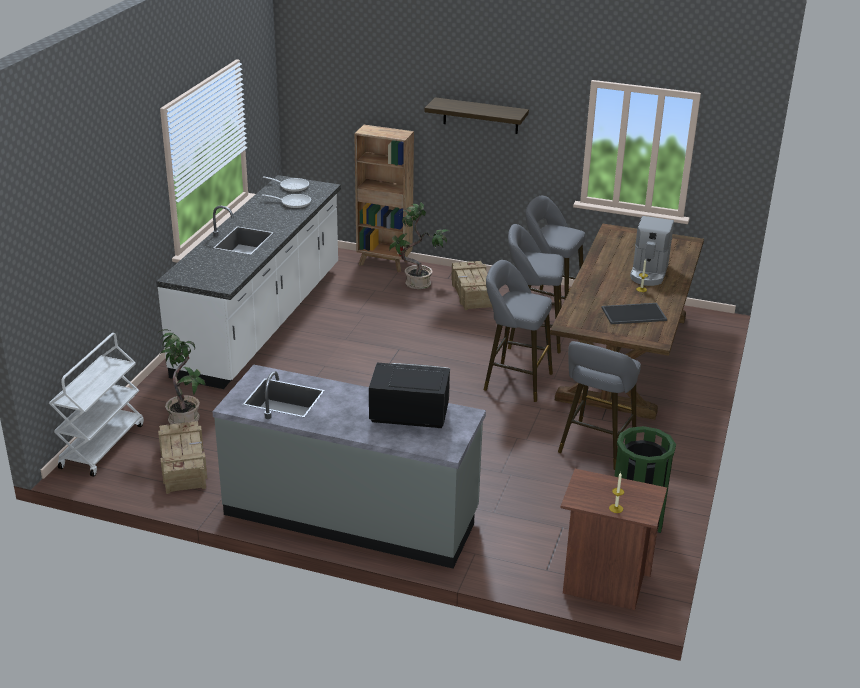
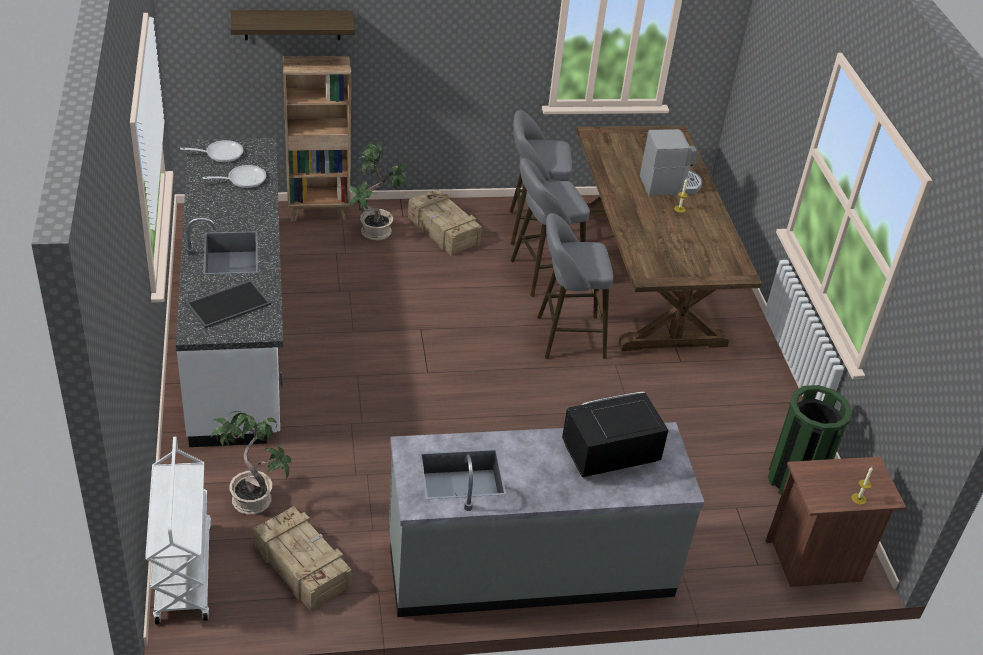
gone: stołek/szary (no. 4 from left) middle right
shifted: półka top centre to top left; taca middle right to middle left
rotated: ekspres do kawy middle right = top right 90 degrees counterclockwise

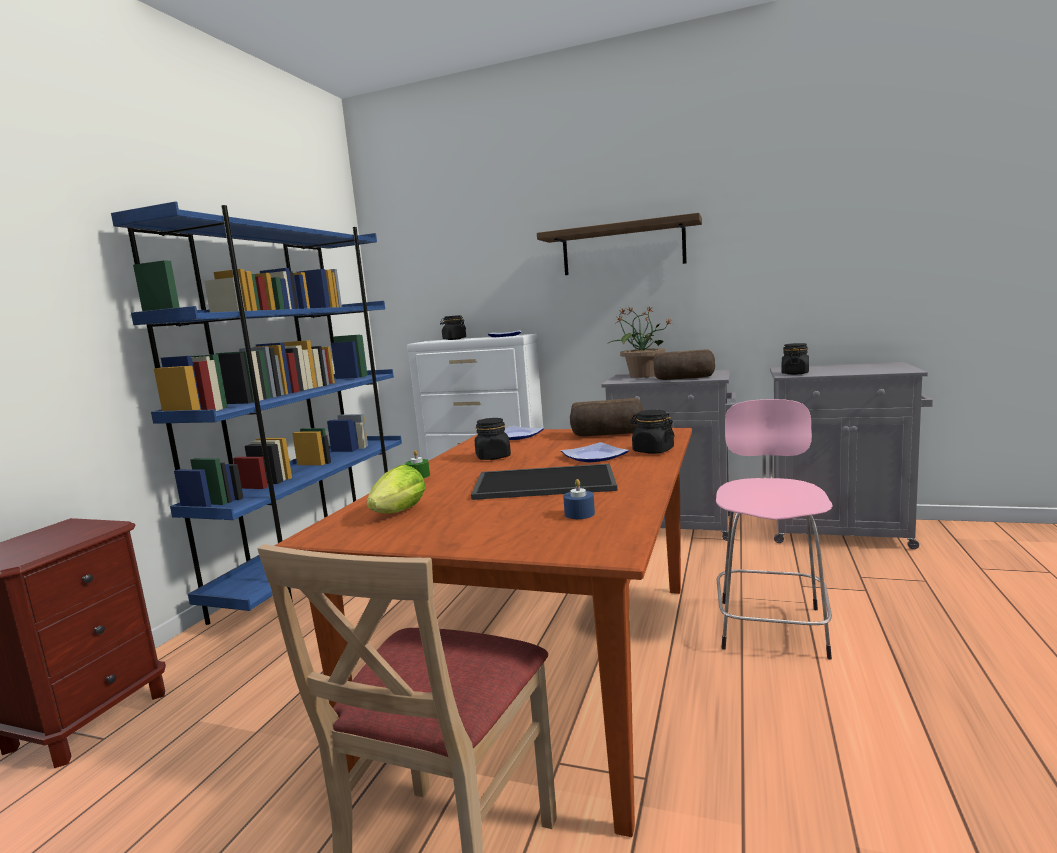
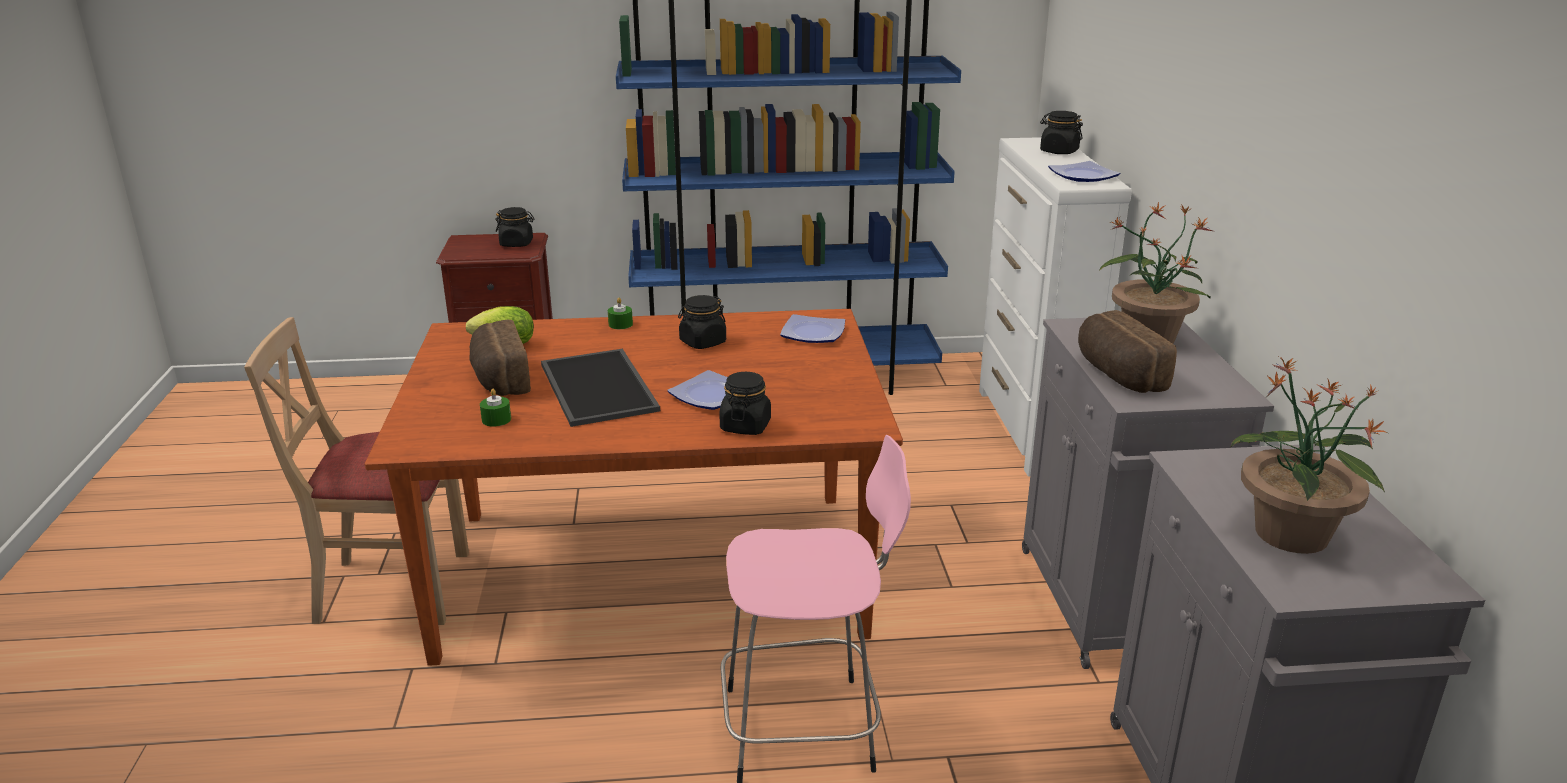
gone: półka top centre
new: roślina doniczkowa (no. 2 from left) middle right
shifted: słoik/czarny (no. 4 from left in the first image) middle right to słoik/czarny (no. 1 from left) top left; chleb (no. 1 from left) centre to middle left
repainted: świeca/niebieski centre to świeca/zielony (no. 1 from left) middle left

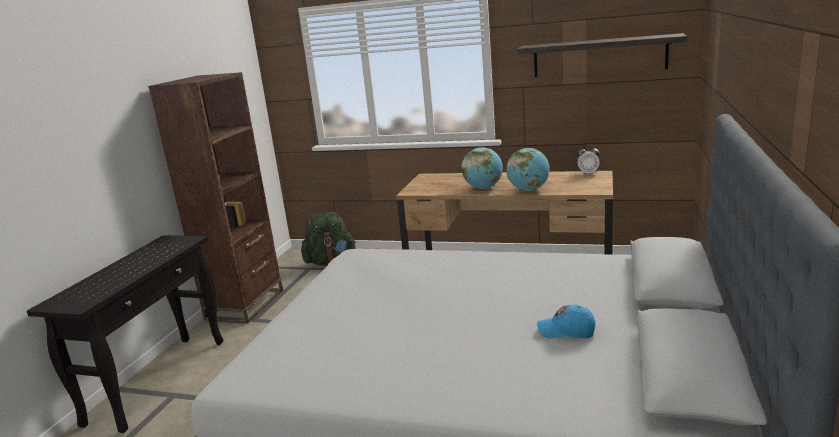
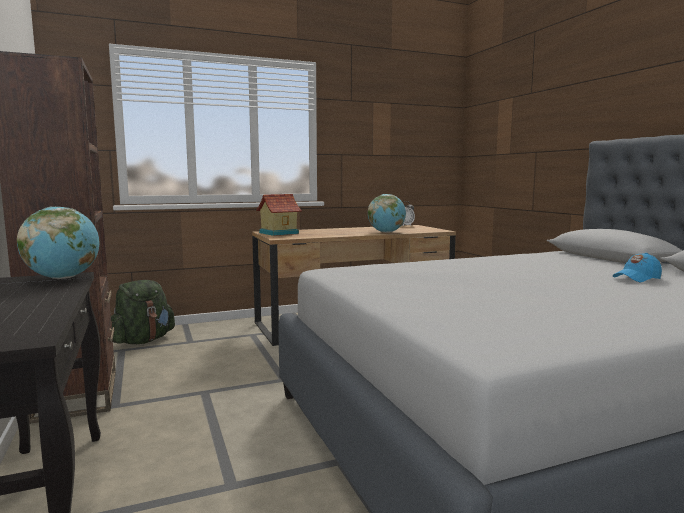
gone: półka top right
new: domek centre
shifted: globus (no. 1 from left) centre to middle left

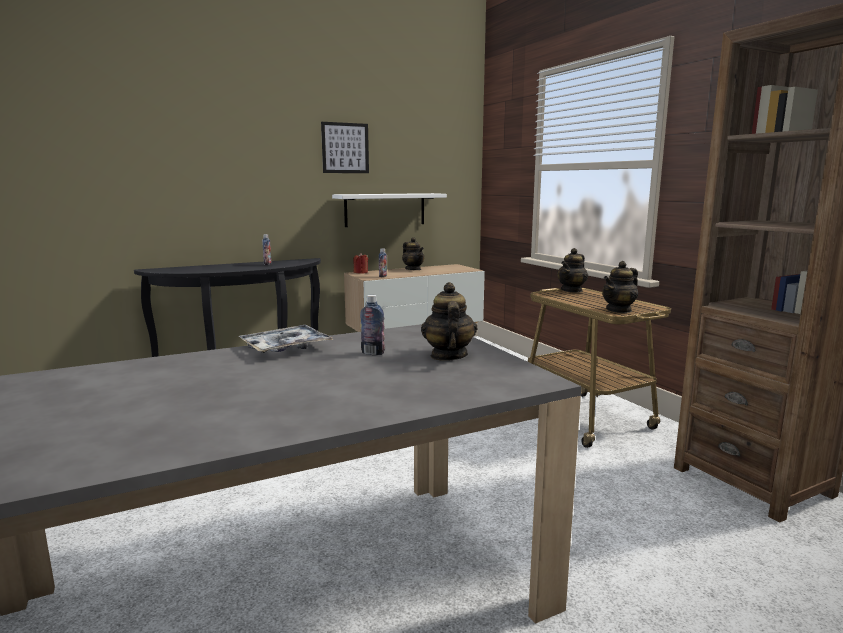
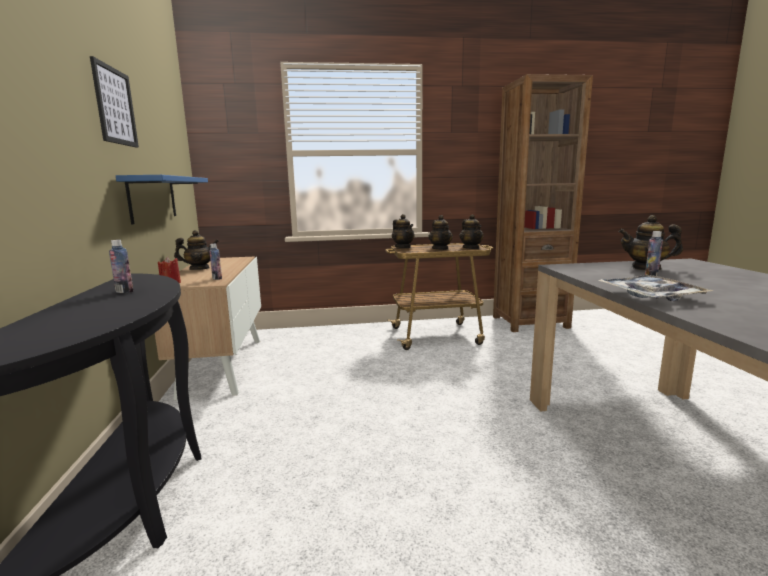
new: imbryk (no. 3 from left) centre
repainted: półka/biały top centre to półka/niebieski middle left

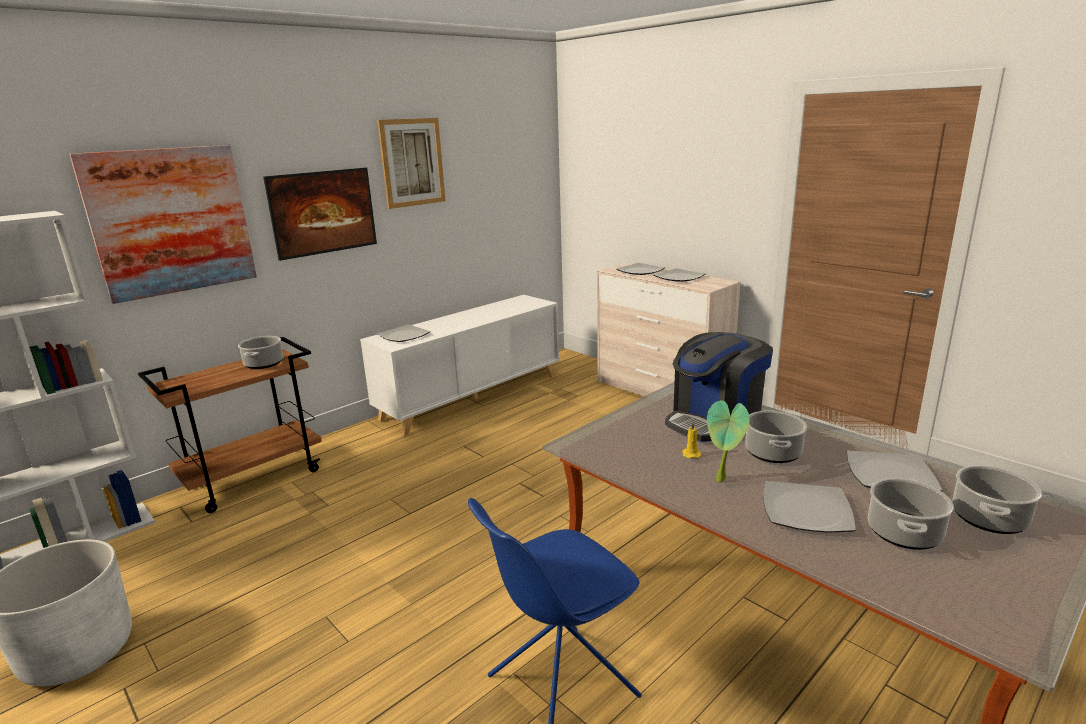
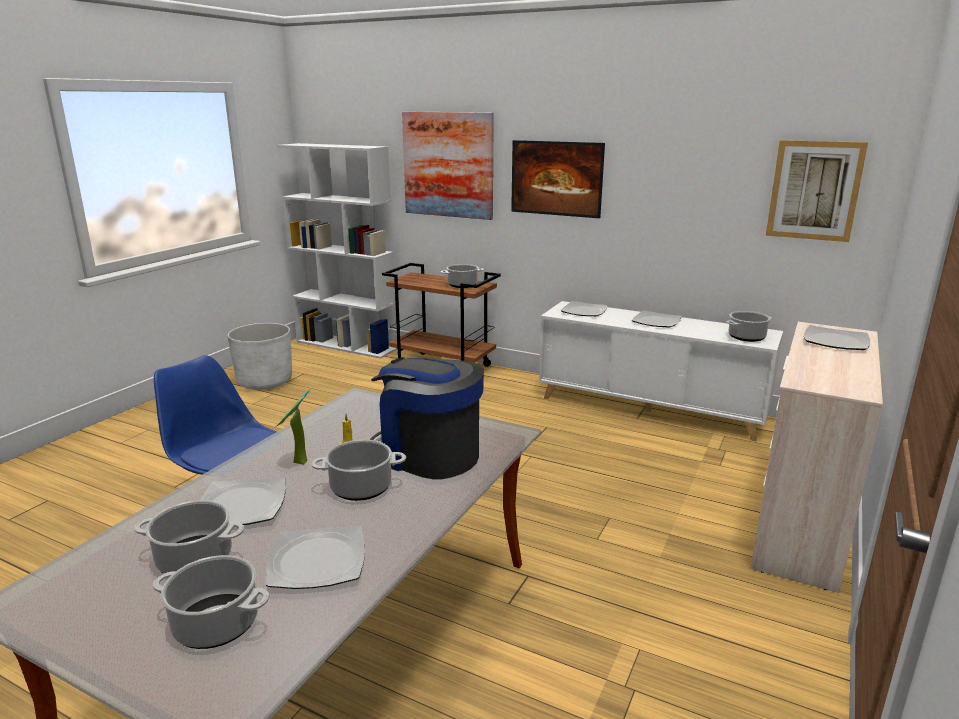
new: garnek (no. 5 from left) middle right
shifted: obraz (no. 3 from left) top centre to top right; talerz (no. 3 from left in the first image) centre to talerz (no. 4 from left) middle right

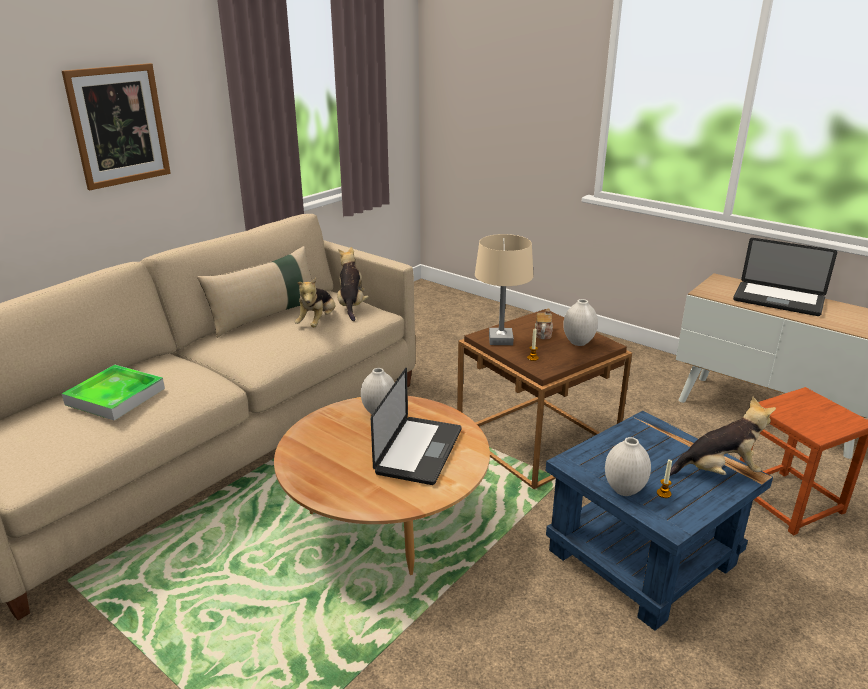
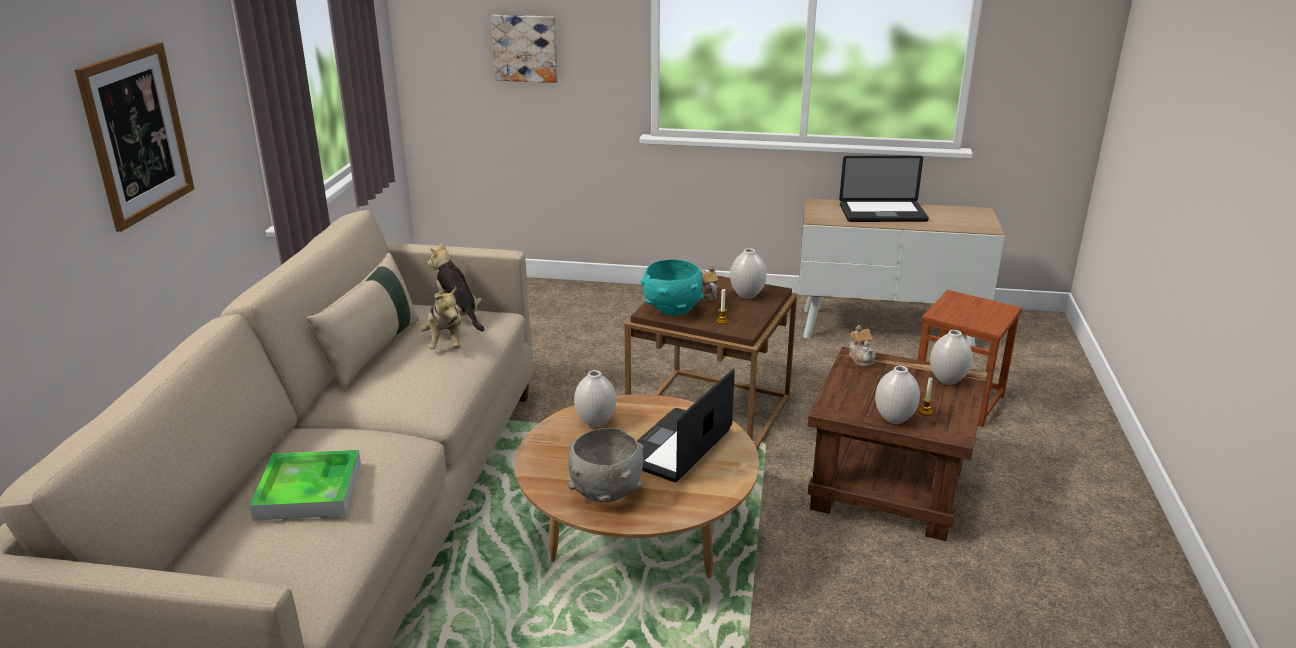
new: obraz (no. 2 from left) top centre; imbryk (no. 2 from left) centre; miska/szary bottom centre
swapped: lampa stołowa/beżowy centre to miska/turkusowy centre; pluszak (no. 3 from left) middle right to wazon/biały (no. 4 from left) middle right
repainted: stolik/niebieski bottom right to stolik/brązowy (no. 2 from left) bottom right
rotated: laptop (no. 1 from left) centre = centre 135 degrees counterclockwise

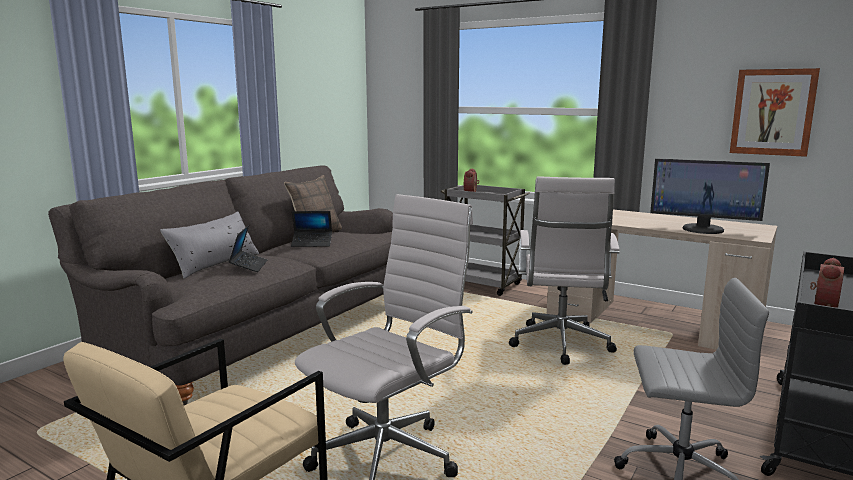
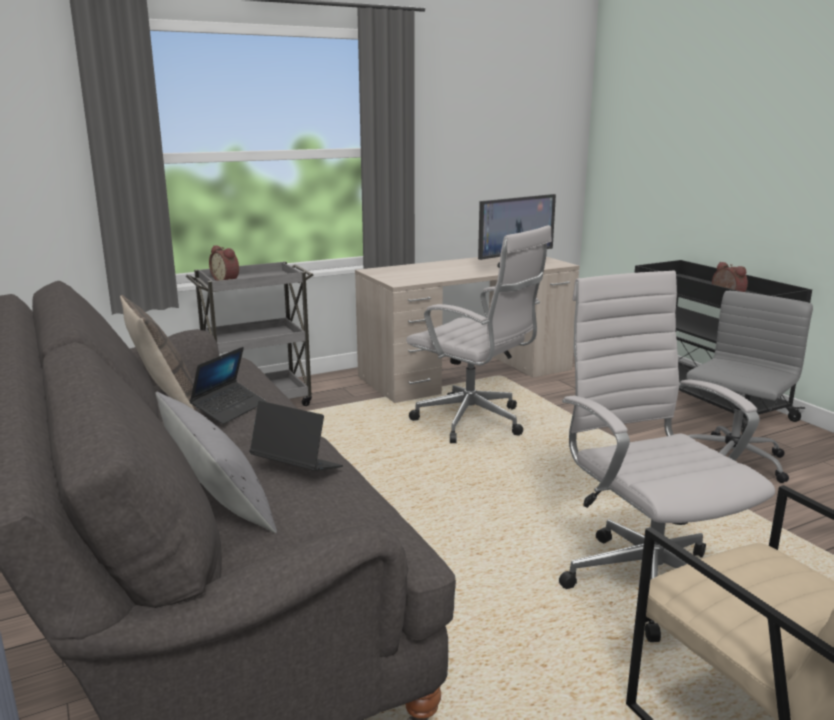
gone: obraz top right

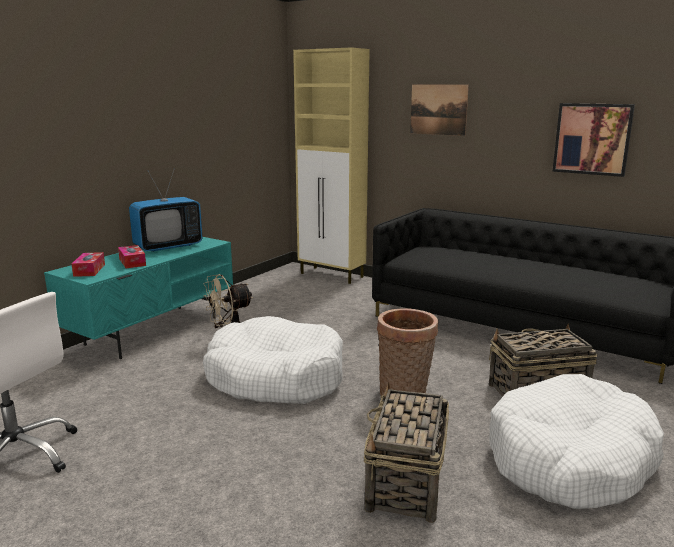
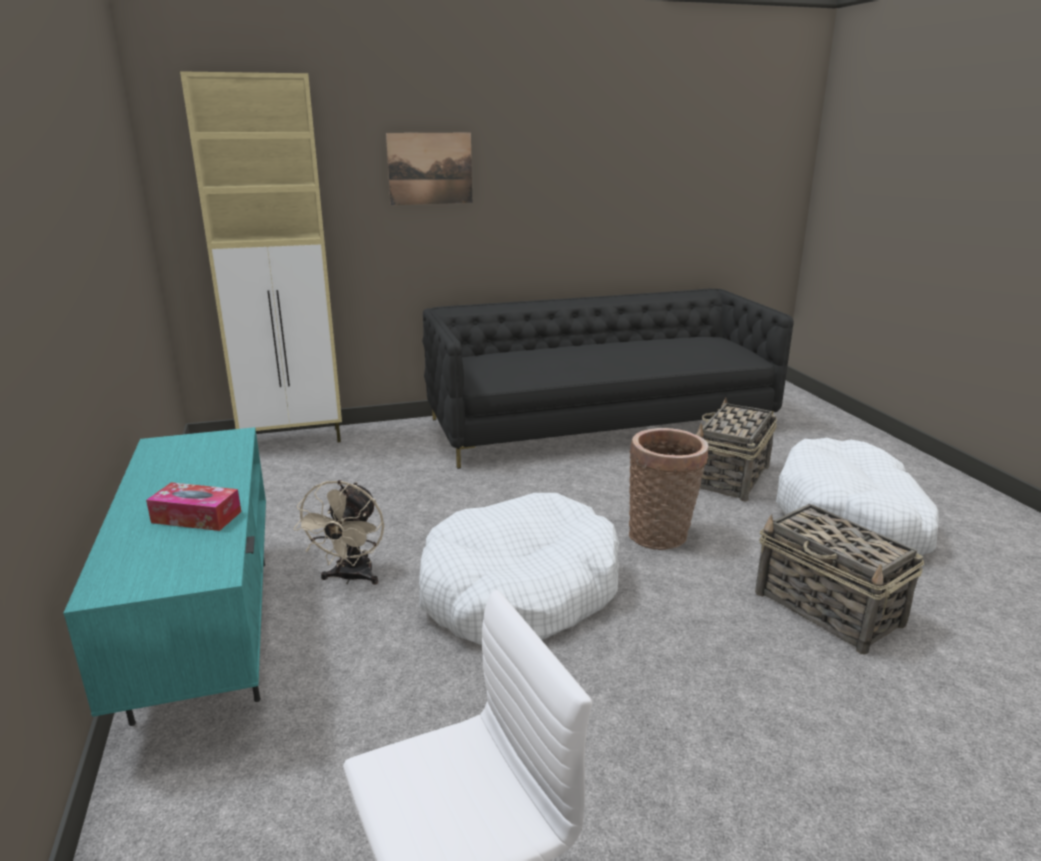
gone: obraz (no. 2 from left) top right; telewizor middle left; pudełko chusteczek (no. 1 from left) middle left

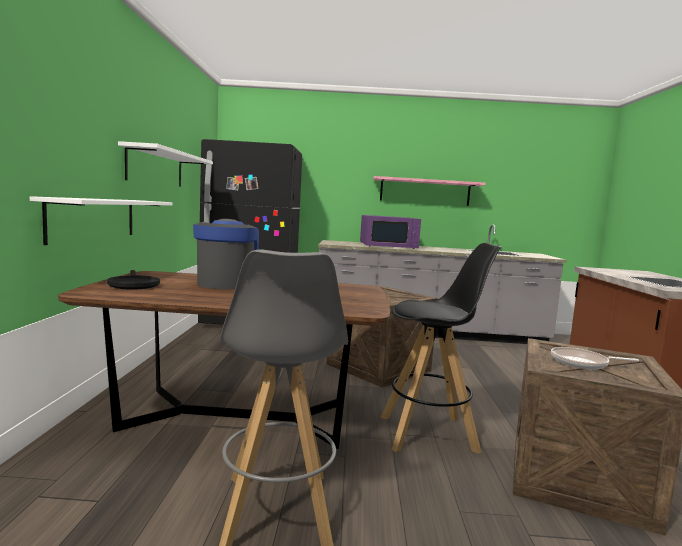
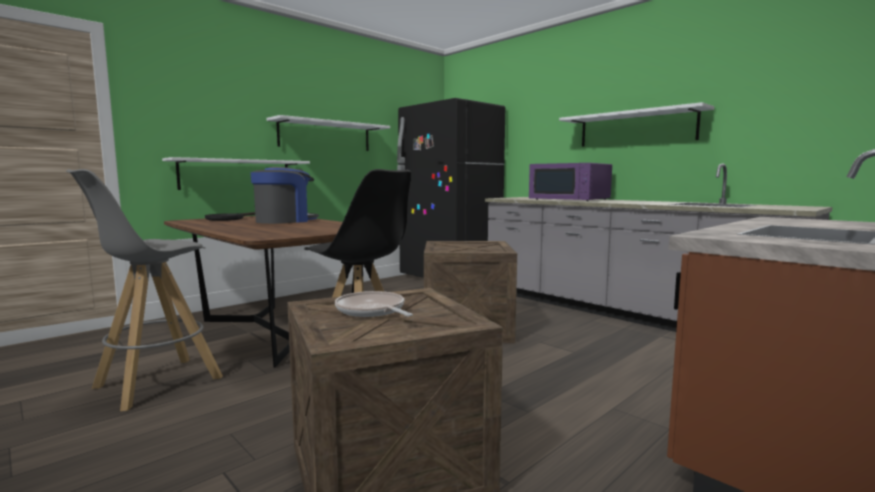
repainted: półka/różowy centre to półka/biały (no. 3 from left) top right

